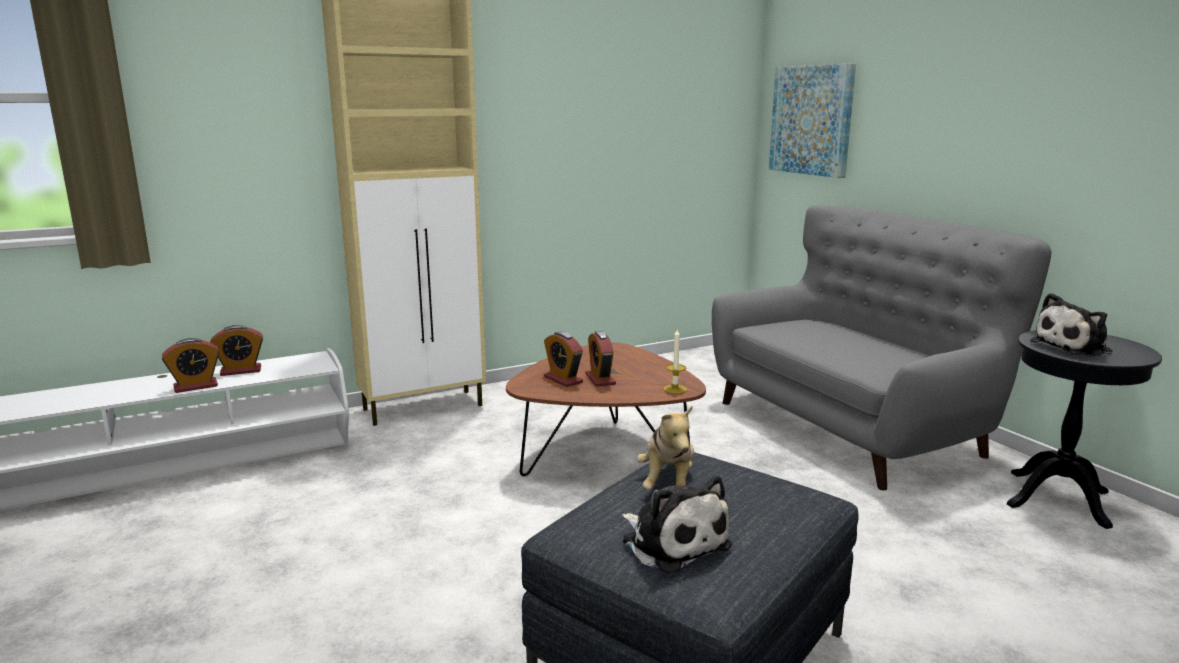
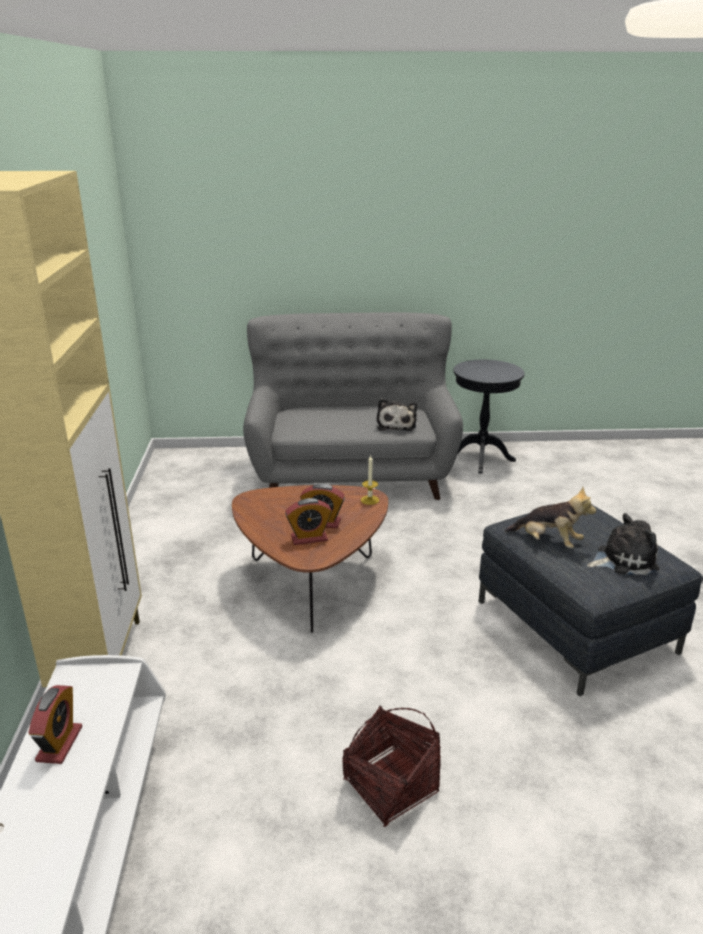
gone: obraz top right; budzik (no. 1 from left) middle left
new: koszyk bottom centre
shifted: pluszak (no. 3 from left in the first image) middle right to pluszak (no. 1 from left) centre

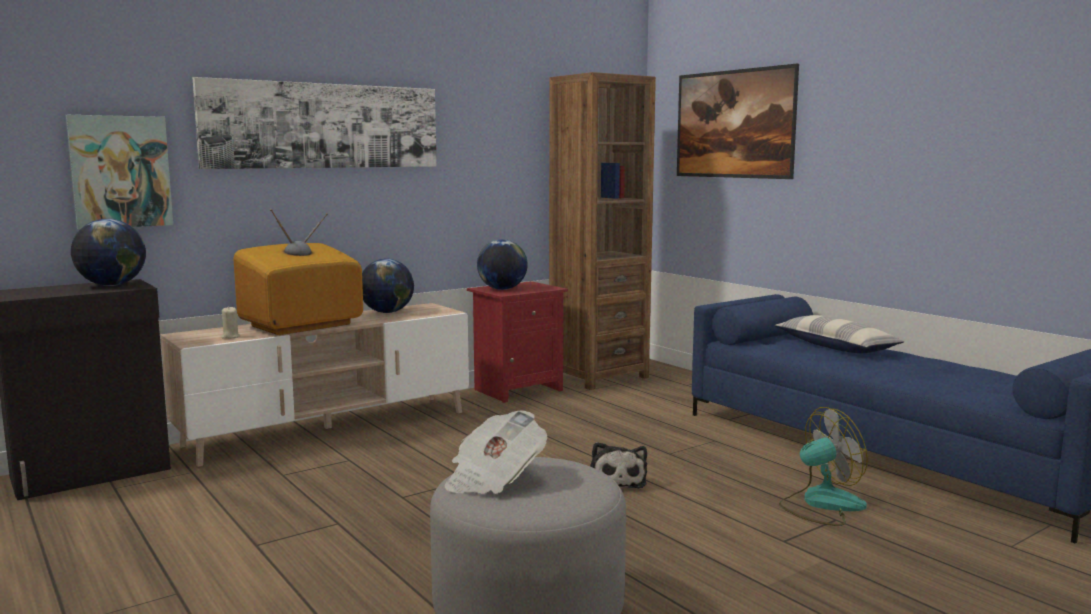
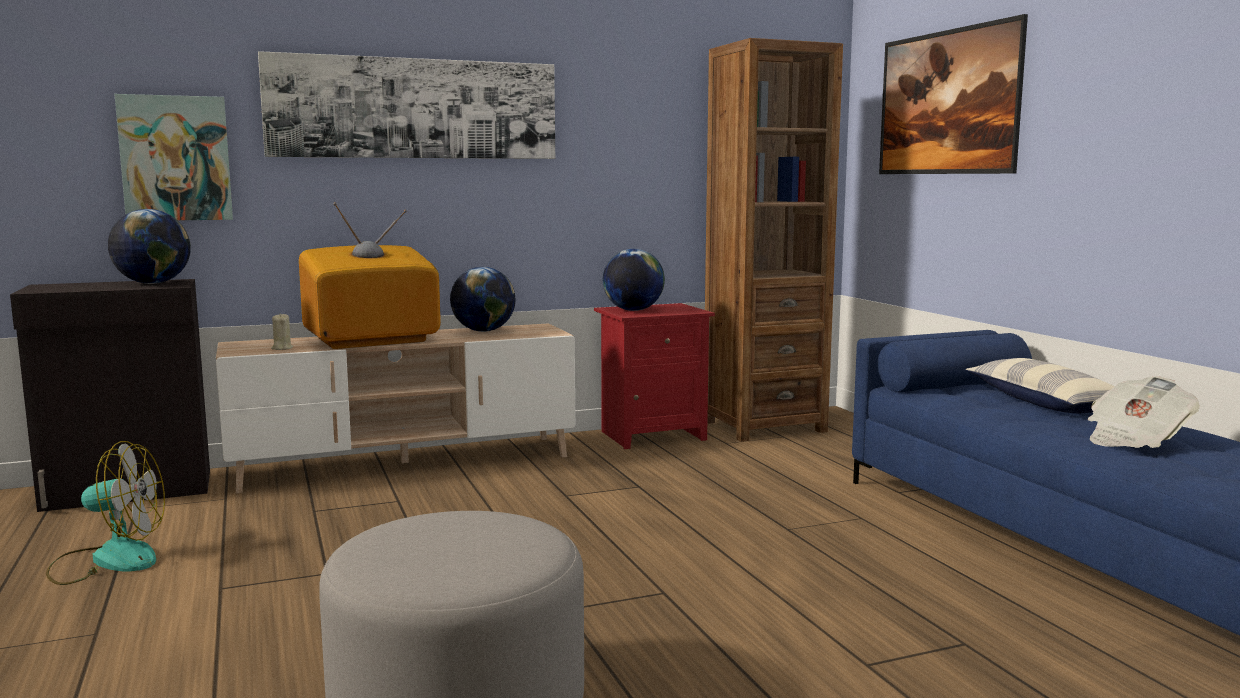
gone: pluszak bottom centre
shifted: wentylator bottom right to bottom left; gazeta bottom centre to middle right

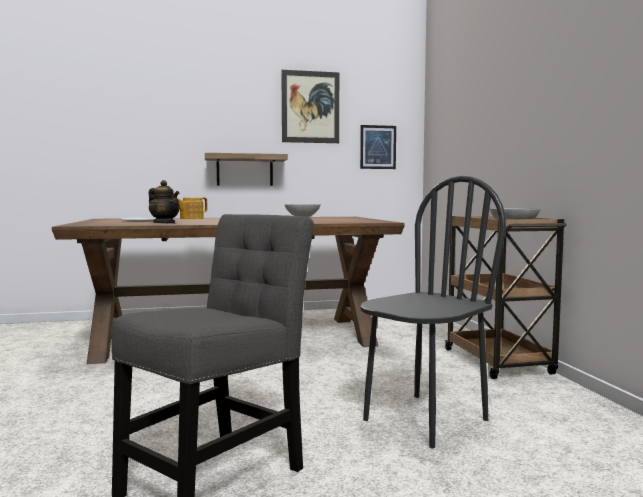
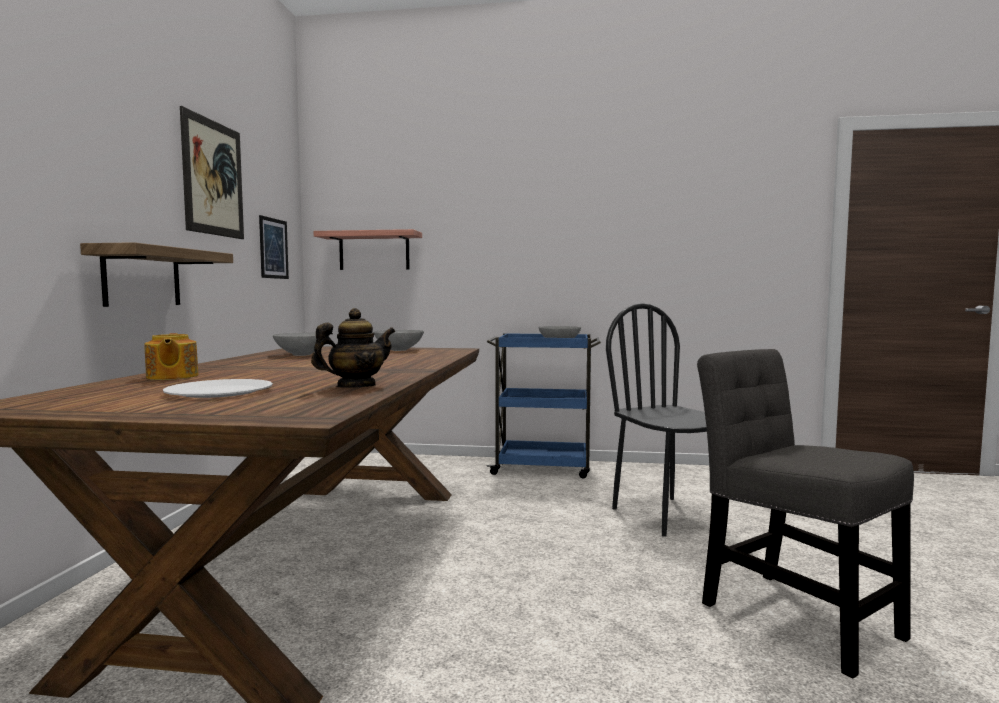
new: półka (no. 2 from left) centre; miska/szary (no. 2 from left) centre
repainted: wózek/brązowy middle right to wózek/niebieski centre

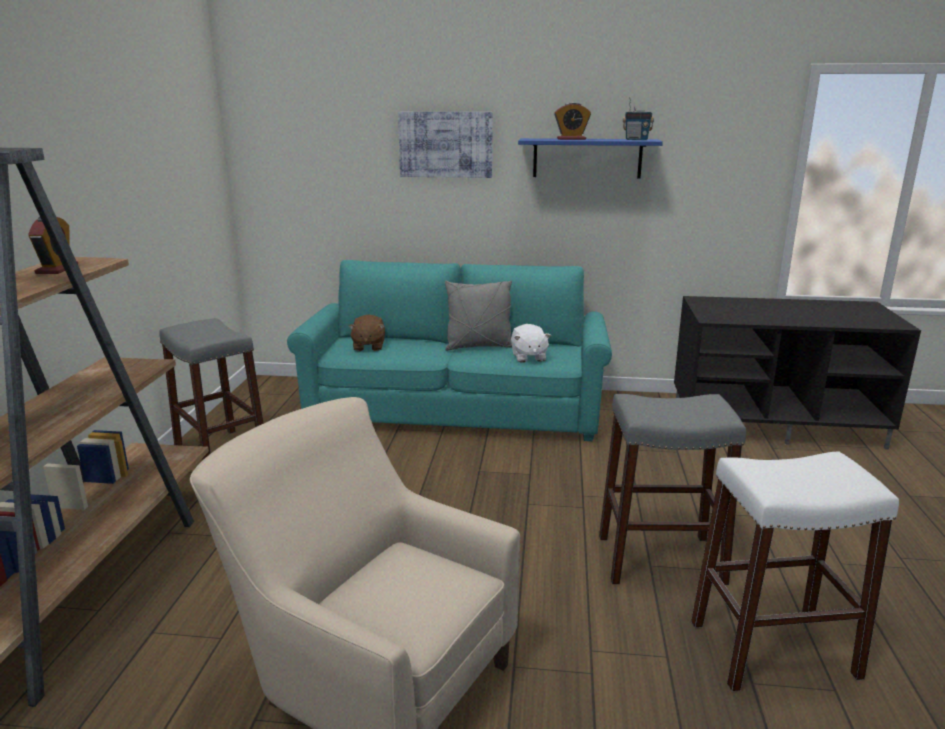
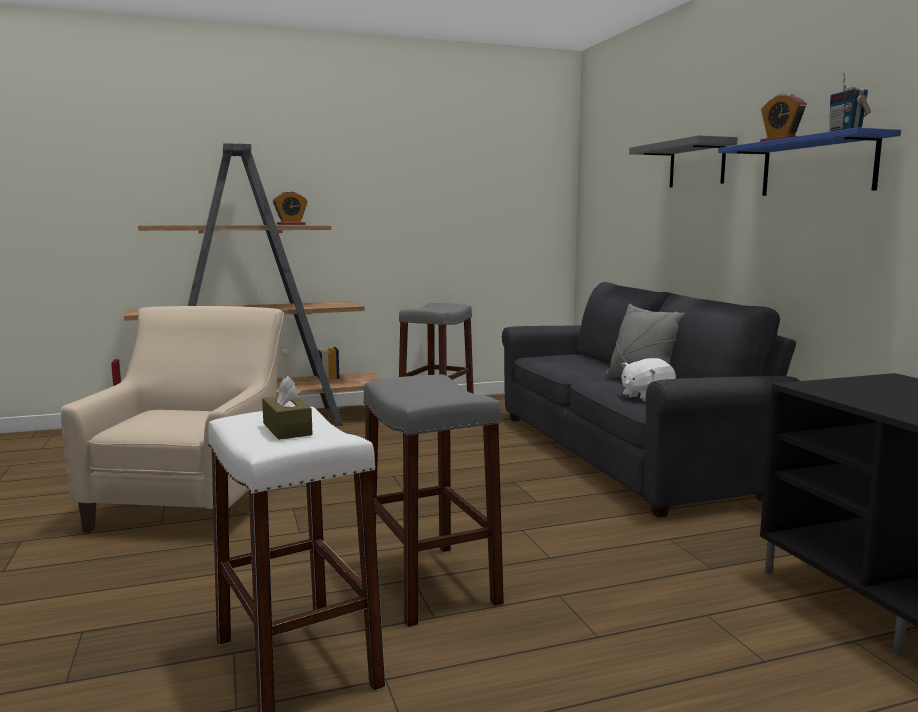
gone: pluszak/brązowy centre
new: pudełko chusteczek/brązowy middle left
swapped: obraz top centre to półka/szary top right
repainted: kanapa/turkusowy centre to kanapa/szary middle right

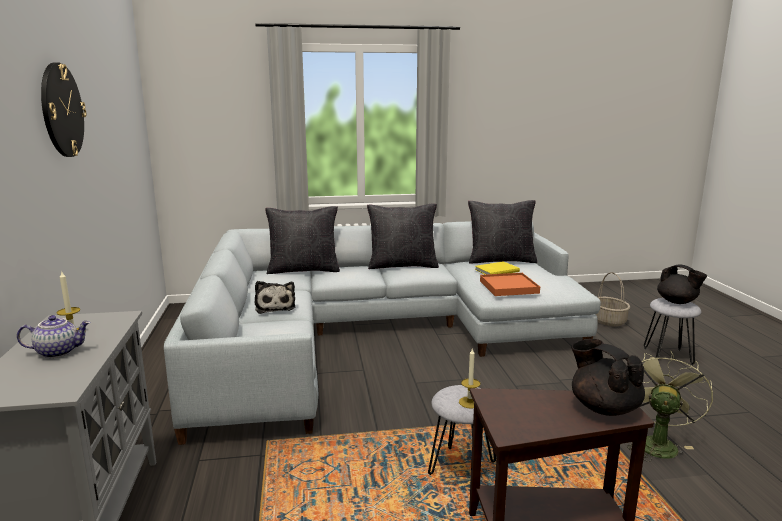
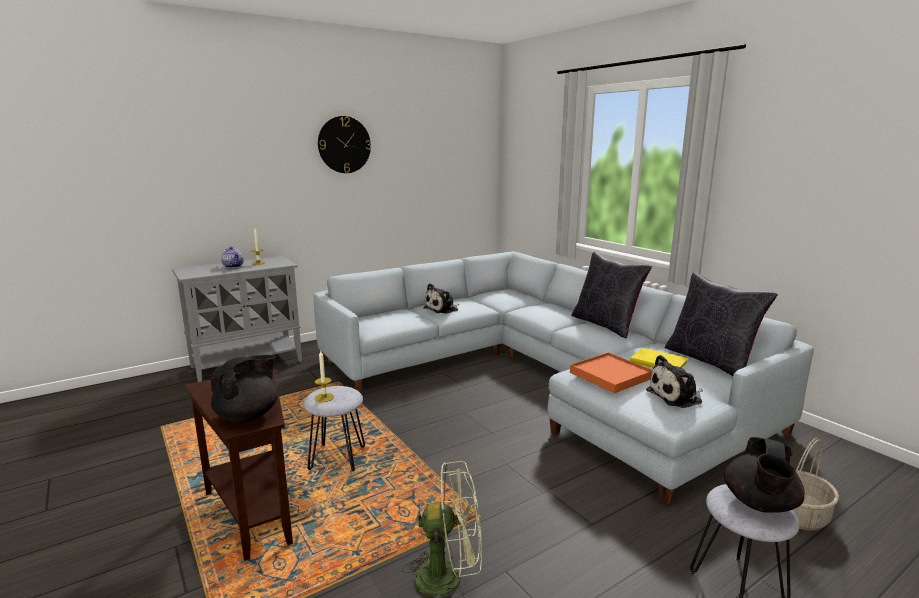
gone: poduszka/czarny (no. 1 from left) centre
new: pluszak (no. 2 from left) middle right

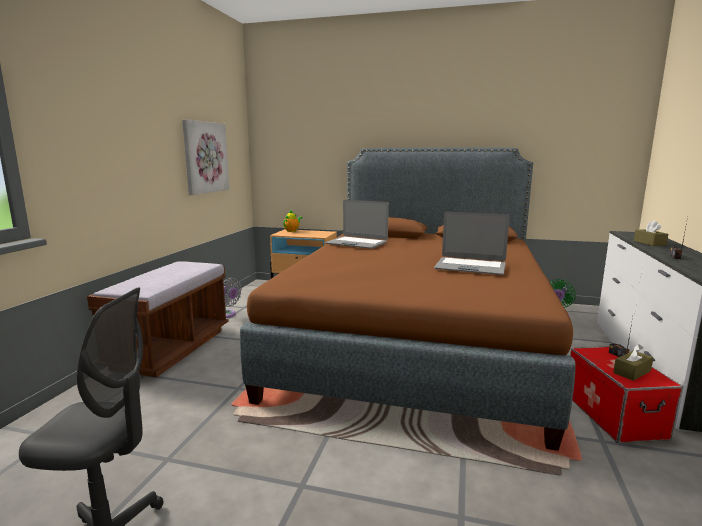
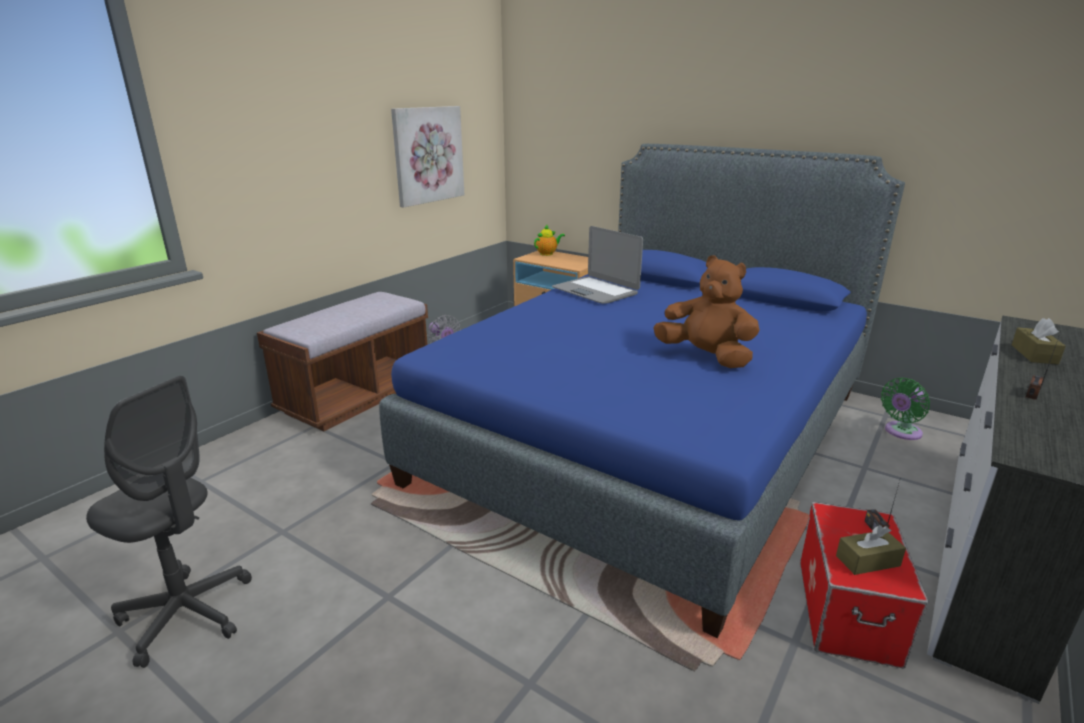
swapped: laptop (no. 2 from left) middle right to pluszak/brązowy centre
repainted: łóżko/brązowy centre to łóżko/niebieski centre

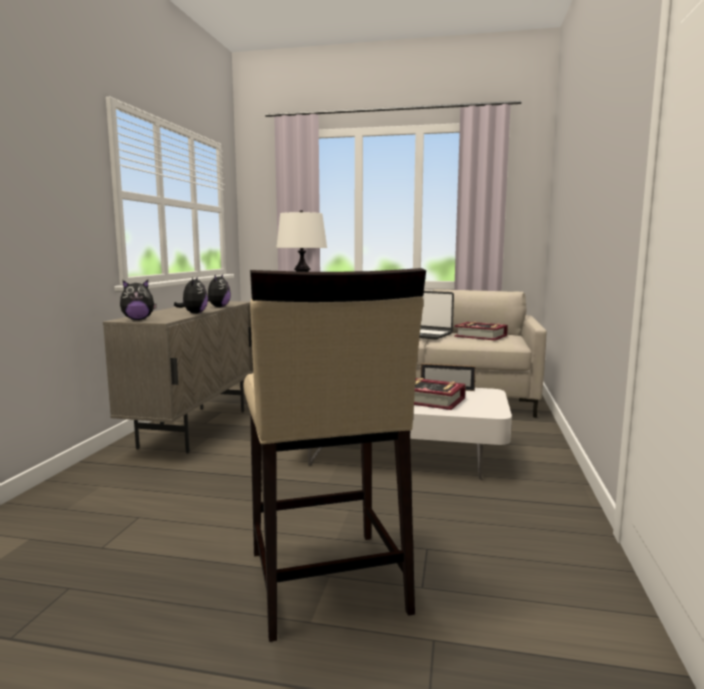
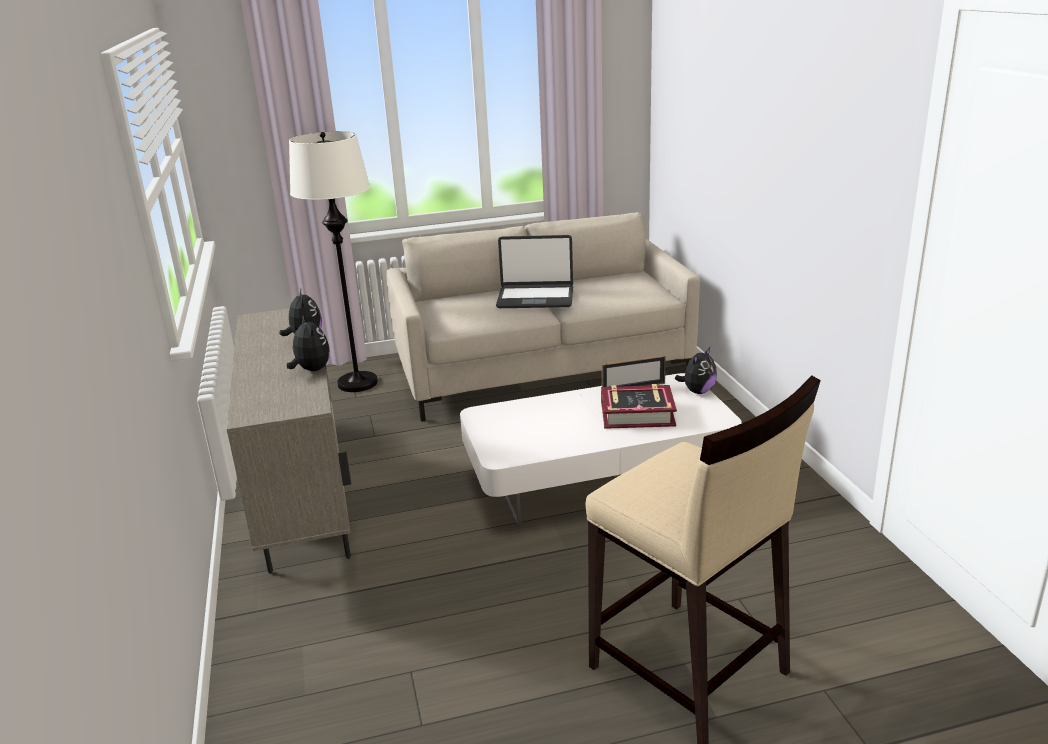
gone: książka (no. 2 from left) middle right
shifted: pluszak (no. 1 from left in the first image) middle left to pluszak (no. 3 from left) centre

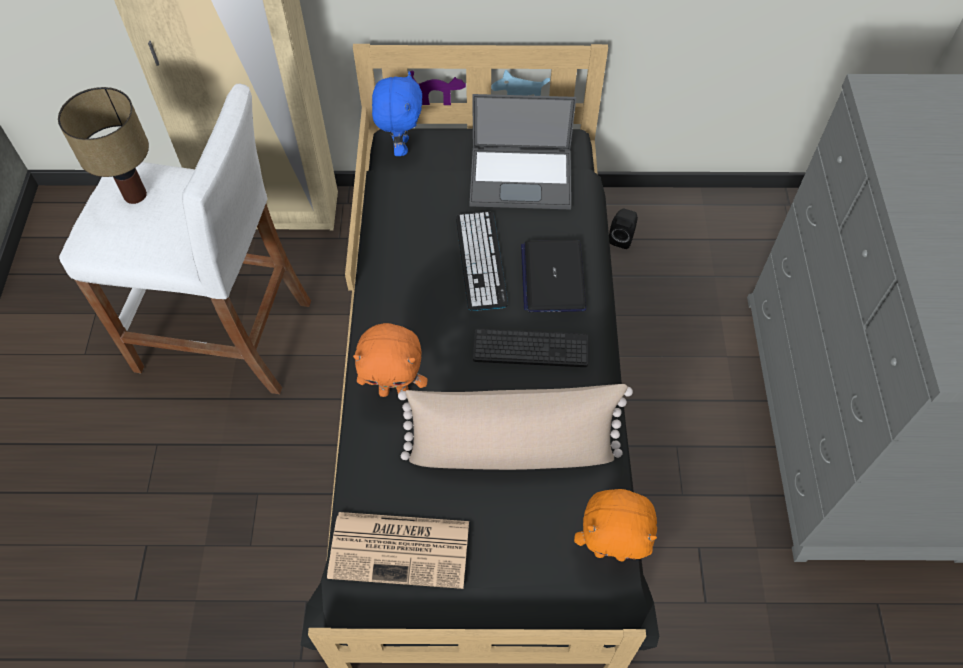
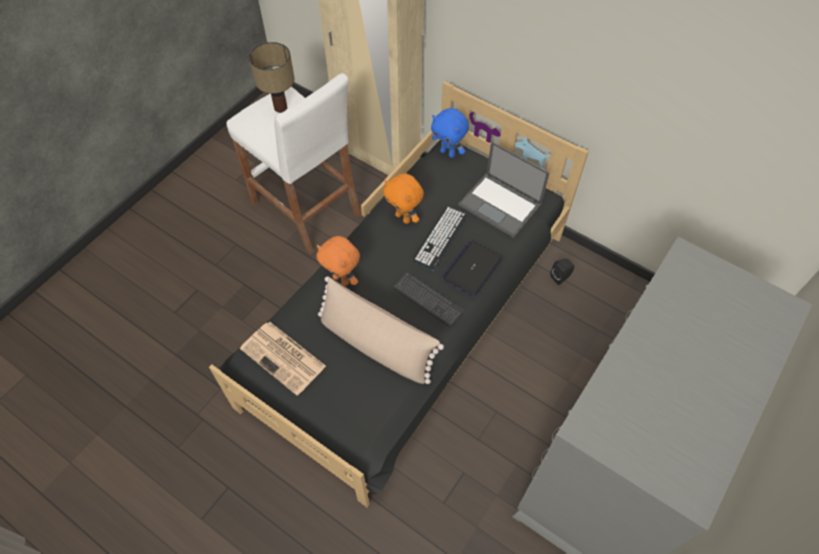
shifted: pluszak/pomarańczowy (no. 2 from left) bottom centre to centre
rotated: pluszak/niebieski top centre = top centre 90 degrees clockwise

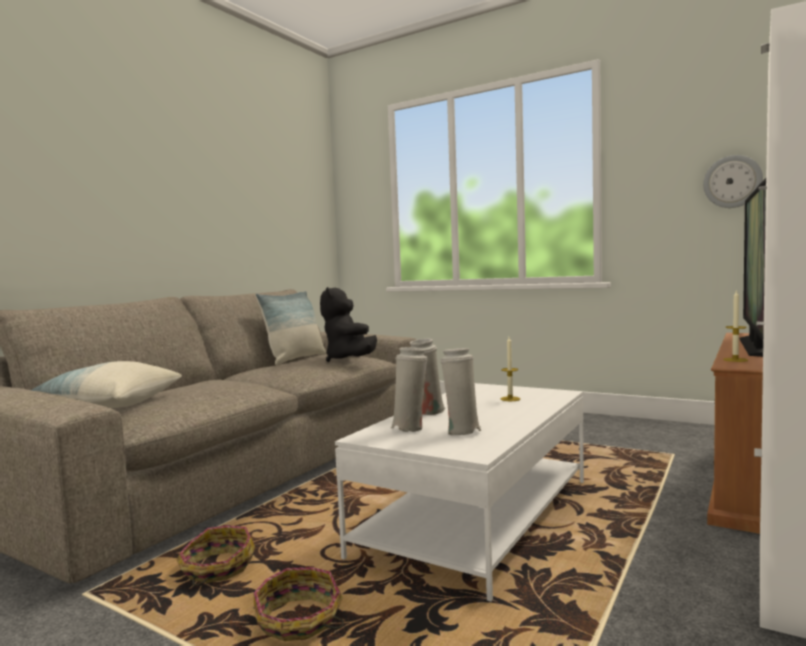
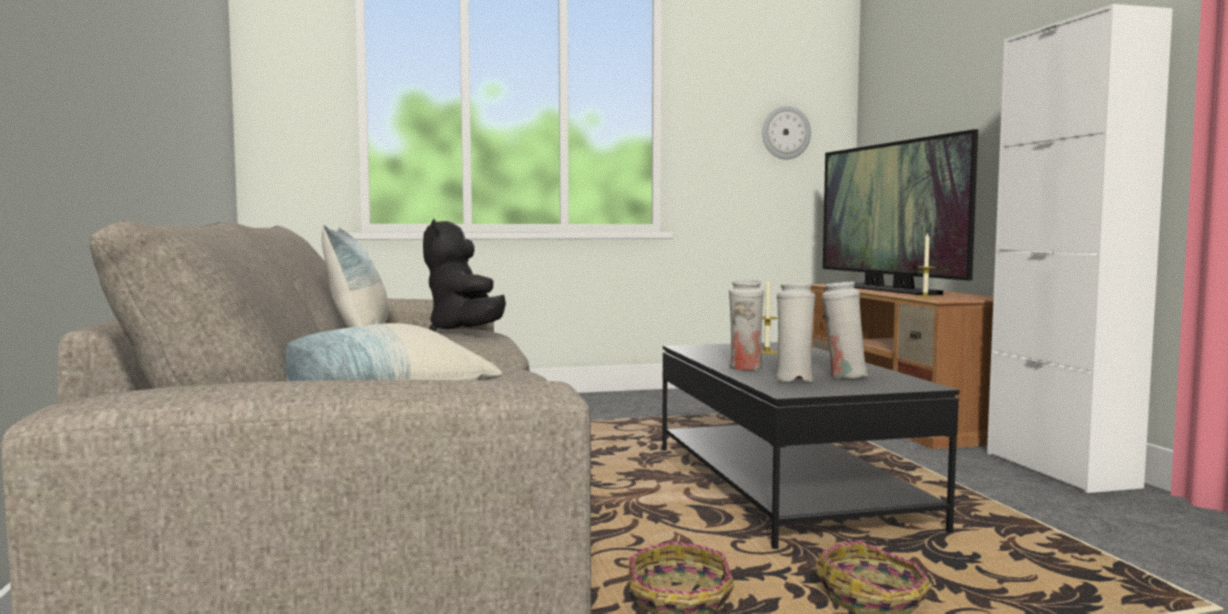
repainted: ława/biały bottom centre to ława/czarny bottom centre
rotated: pluszak/czarny centre = centre 45 degrees clockwise

